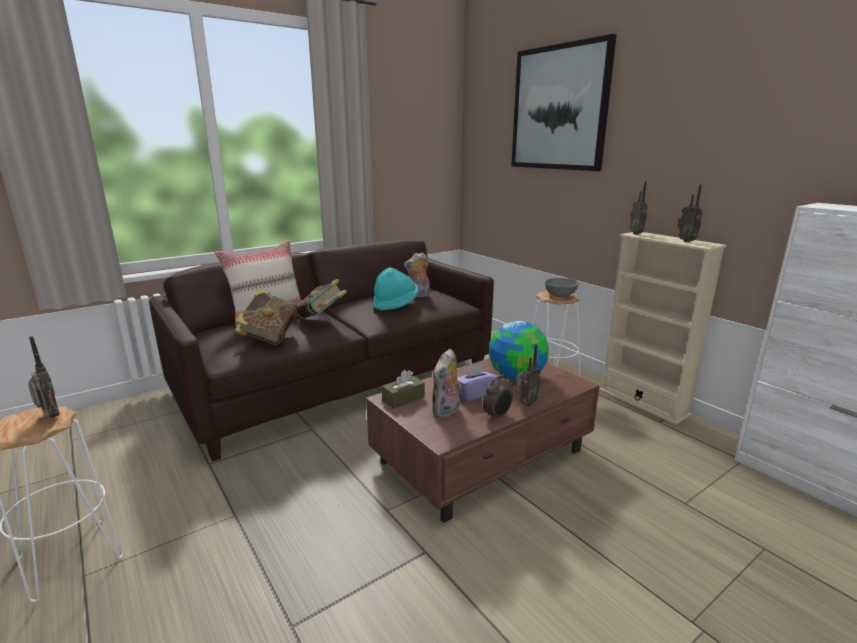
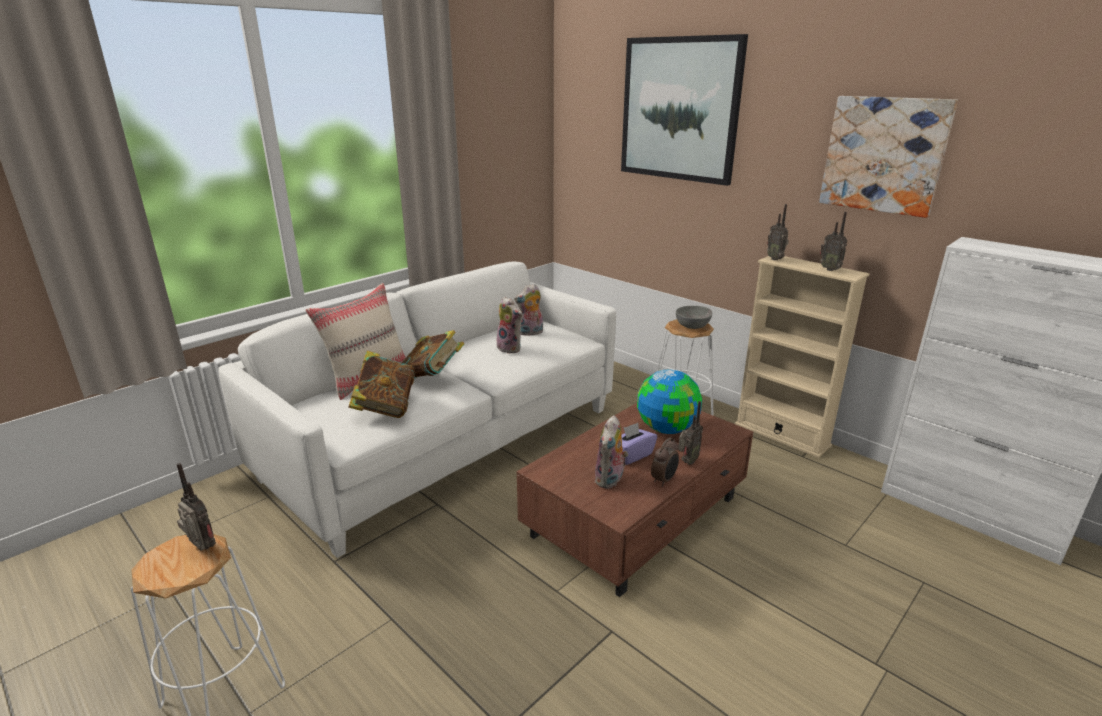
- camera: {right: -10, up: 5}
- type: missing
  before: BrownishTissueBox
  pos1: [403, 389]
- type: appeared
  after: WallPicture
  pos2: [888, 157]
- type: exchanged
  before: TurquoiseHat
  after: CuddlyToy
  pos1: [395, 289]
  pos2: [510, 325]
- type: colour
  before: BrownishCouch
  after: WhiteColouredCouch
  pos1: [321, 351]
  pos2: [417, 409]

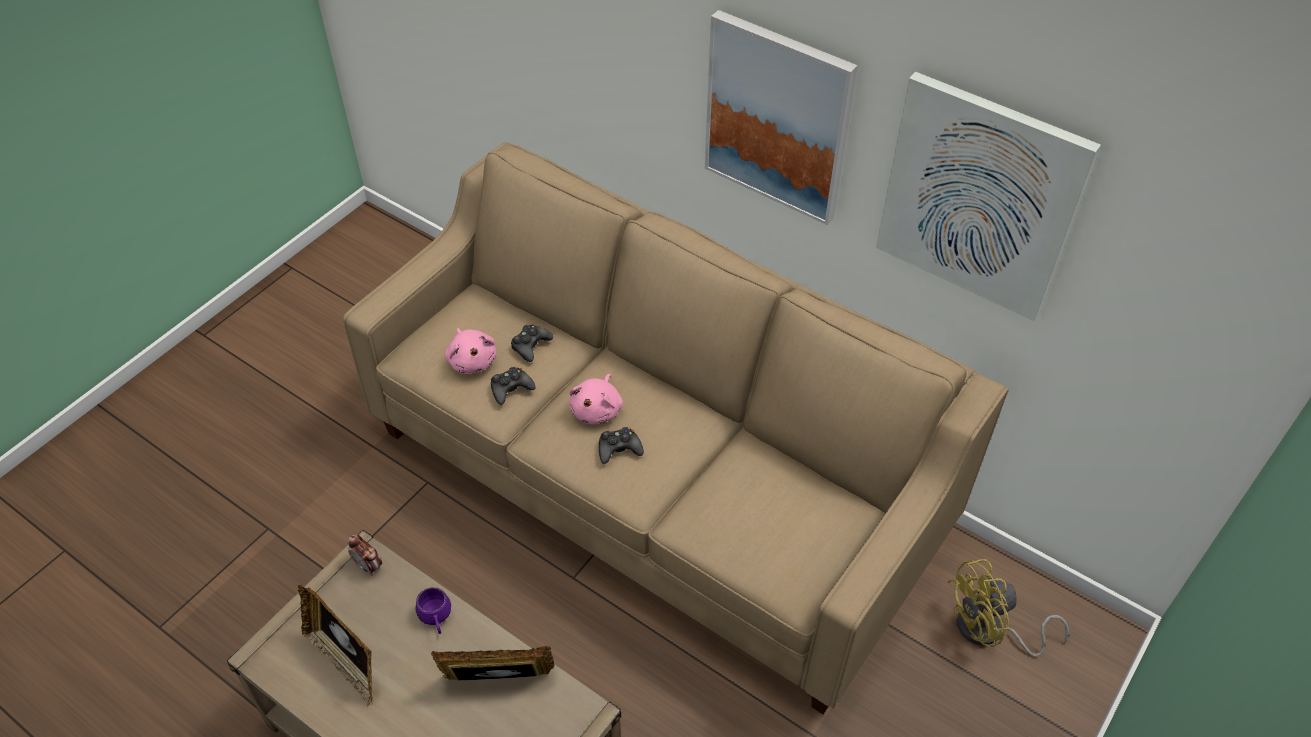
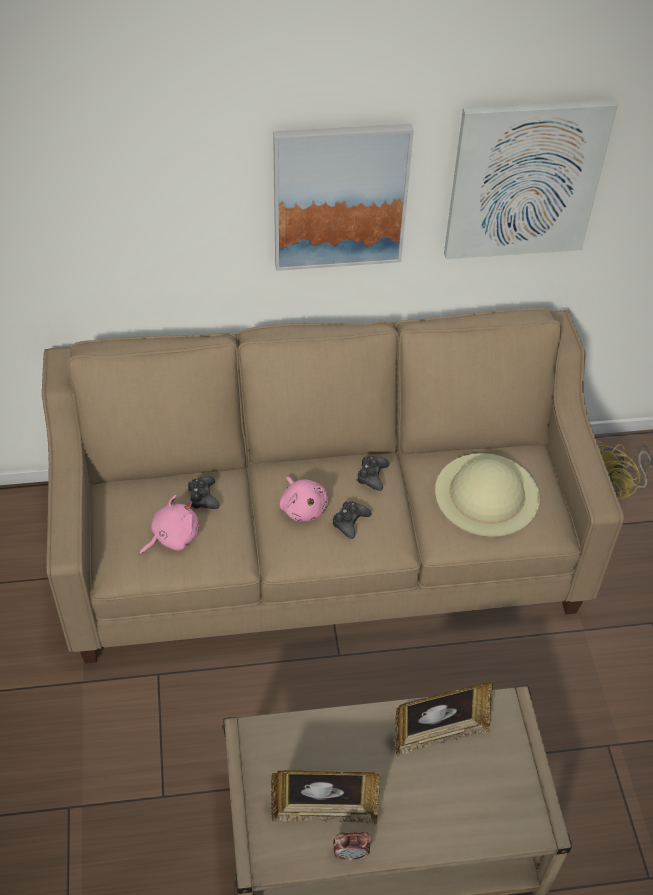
- camera: {right: -45, up: 0}
- type: missing
  before: PurplishCoffeeMug
  pos1: [433, 610]
- type: appeared
  after: SandColouredHat
  pos2: [487, 495]
- type: relocated
  before: AlarmClock
  pos1: [365, 555]
  pos2: [352, 846]
- type: relocated
  before: BlackGameController
  pos1: [513, 386]
  pos2: [373, 473]
- type: spun
  before: PhotoFrame
  pos1: [493, 663]
  pos2: [444, 719]
  turn: -150
- type: spun
  before: PinkColouredCuddlyToy
  pos1: [470, 351]
  pos2: [169, 525]
  turn: -60

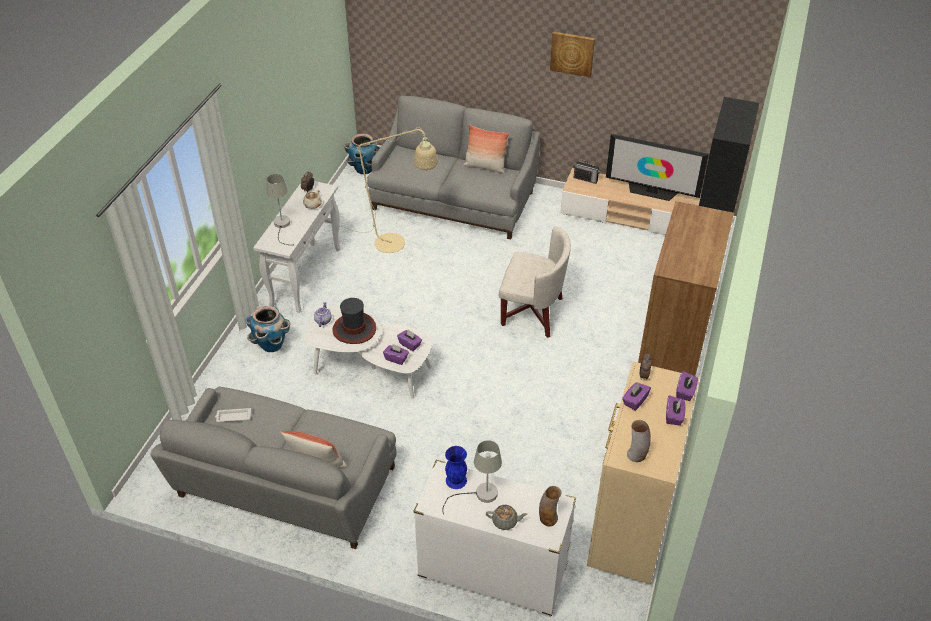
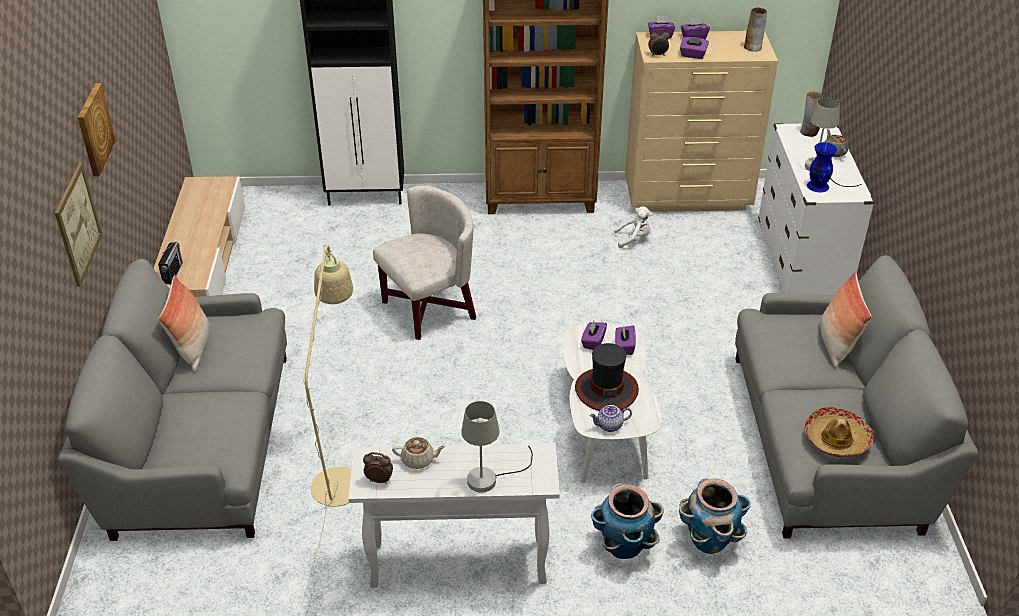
- camera: {right: -110, up: -5}
- type: missing
  before: Tv
  pos1: [657, 167]
- type: appeared
  after: WallPicture
  pos2: [78, 225]
- type: appeared
  after: WhiteColouredCuddlyToy
  pos2: [633, 227]
- type: relocated
  before: Planter
  pos1: [362, 153]
  pos2: [715, 516]
- type: exchanged
  before: WhiteColouredTray
  after: Hat
  pos1: [233, 415]
  pos2: [839, 432]
- type: spun
  before: WhiteColouredArmchair
  pos1: [535, 282]
  pos2: [424, 262]
  turn: 60

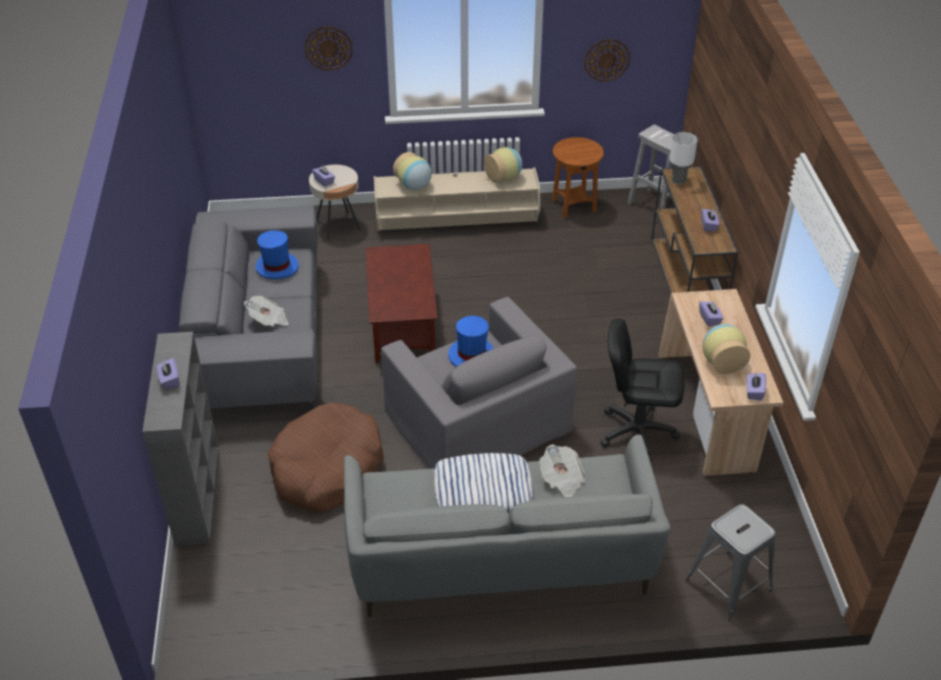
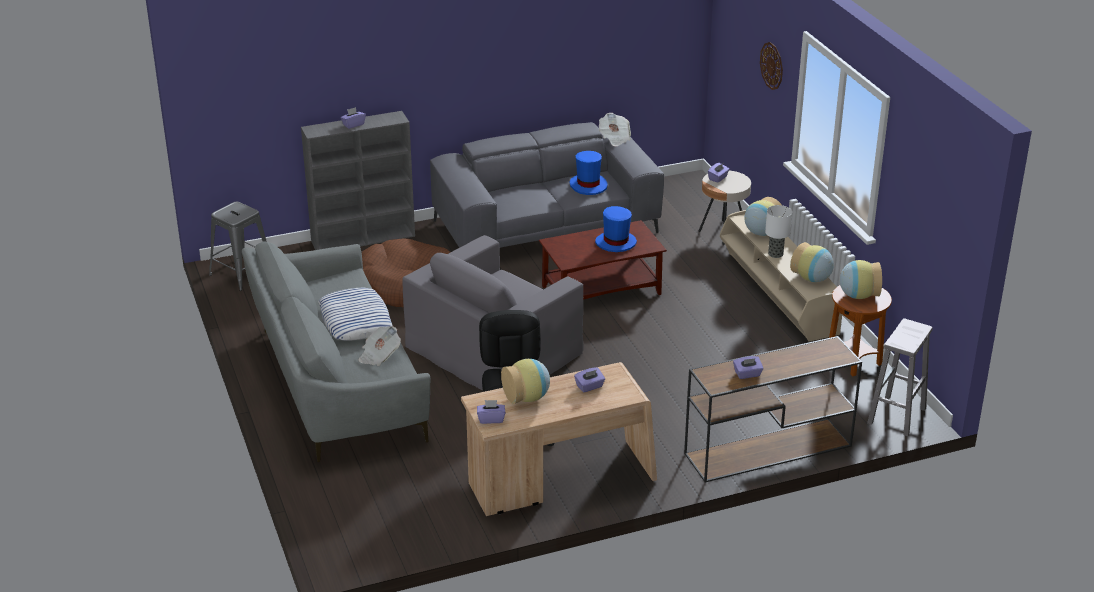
- camera: {right: 75, up: -10}
- type: missing
  before: HangingClock
  pos1: [607, 60]
- type: appeared
  after: FlowerVase
  pos2: [861, 279]
- type: relocated
  before: PrintedPaper
  pos1: [266, 311]
  pos2: [615, 129]
- type: relocated
  before: BlueHat
  pos1: [471, 341]
  pos2: [616, 229]
- type: relocated
  before: LampForATable
  pos1: [683, 158]
  pos2: [778, 231]
- type: relocated
  before: GreyishStool
  pos1: [730, 563]
  pos2: [238, 246]

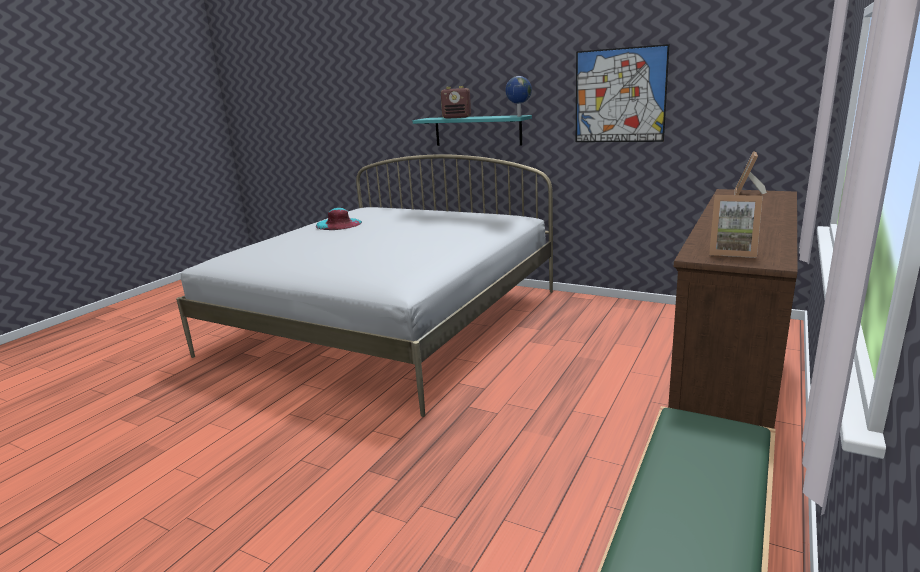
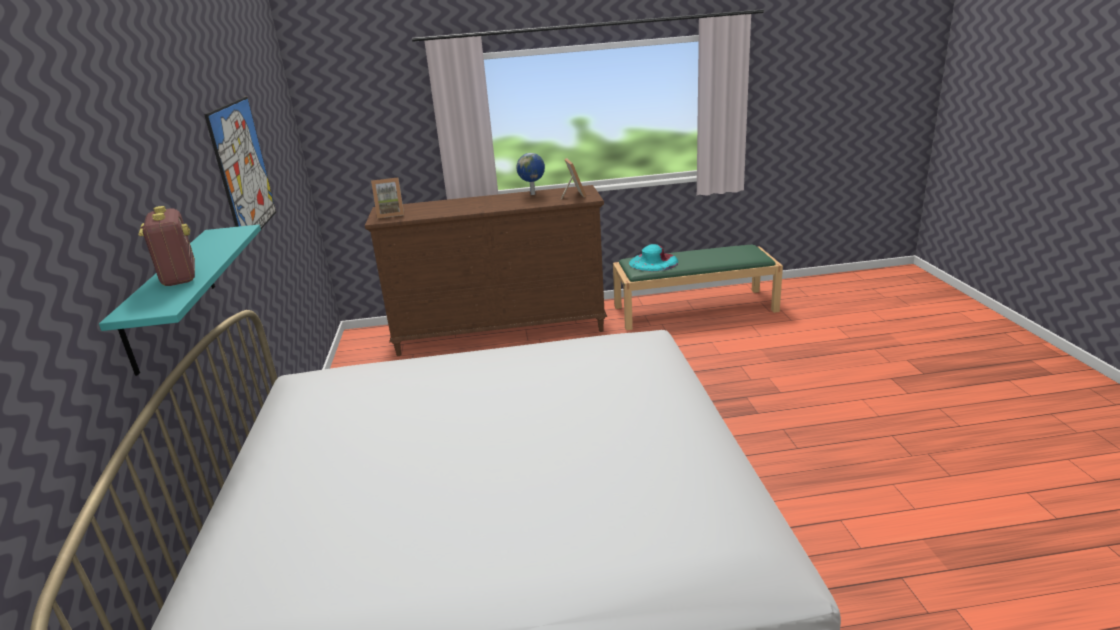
- camera: {right: -125, up: 5}
- type: relocated
  before: TurquoiseHat
  pos1: [339, 219]
  pos2: [653, 258]
- type: relocated
  before: DeskGlobe
  pos1: [518, 96]
  pos2: [530, 174]

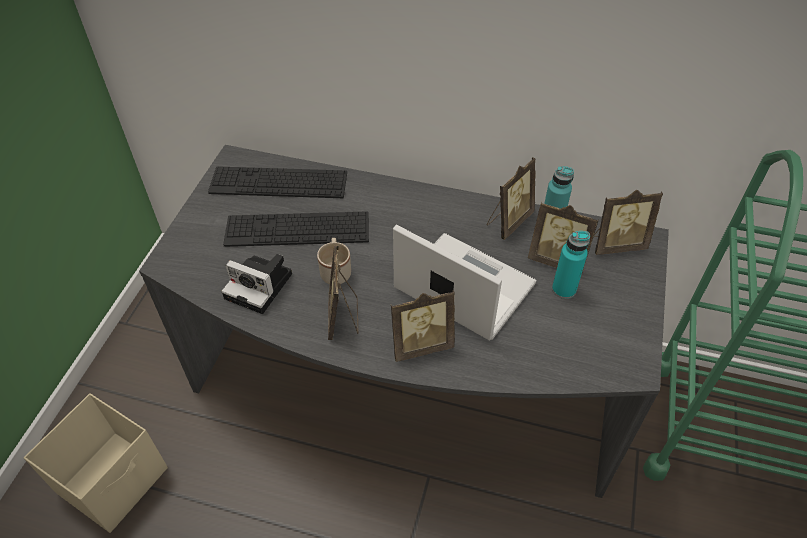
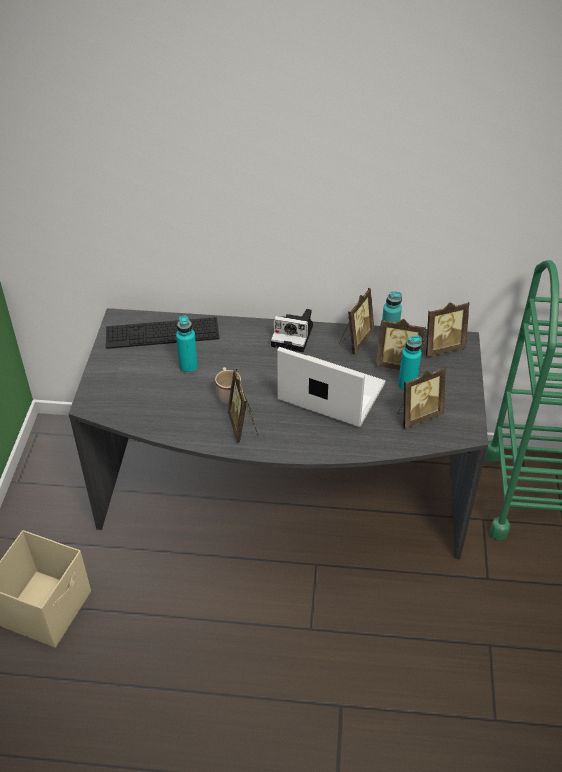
- camera: {right: -10, up: -5}
- type: relocated
  before: PhotoCamera
  pos1: [256, 284]
  pos2: [292, 330]
- type: relocated
  before: PhotoFrame
  pos1: [423, 326]
  pos2: [422, 398]
- type: exchanged
  before: ComputerKeyboard
  after: TurquoiseBeverageBottle
  pos1: [296, 229]
  pos2: [187, 344]

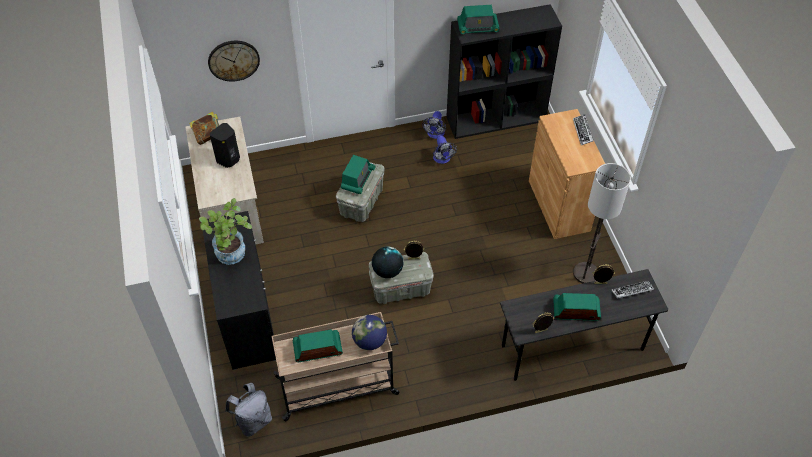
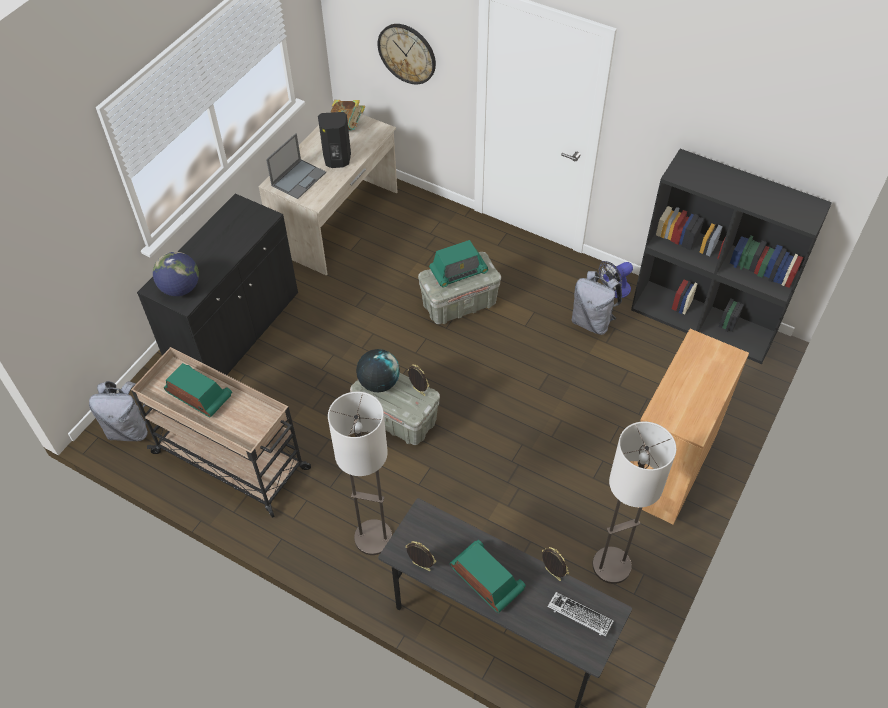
- camera: {right: 45, up: 0}
- type: missing
  before: PottedPlant
  pos1: [225, 231]
- type: missing
  before: RadioSet
  pos1: [478, 19]
- type: missing
  before: ComputerKeyboard
  pos1: [583, 129]
- type: appeared
  after: NotebookComputer
  pos2: [296, 166]
- type: appeared
  after: StandingLamp
  pos2: [360, 473]
- type: relocated
  before: DeskGlobe
  pos1: [369, 332]
  pos2: [176, 274]
- type: exchanged
  before: ElectricFan
  after: GreyishBackpack
  pos1: [445, 150]
  pos2: [597, 303]

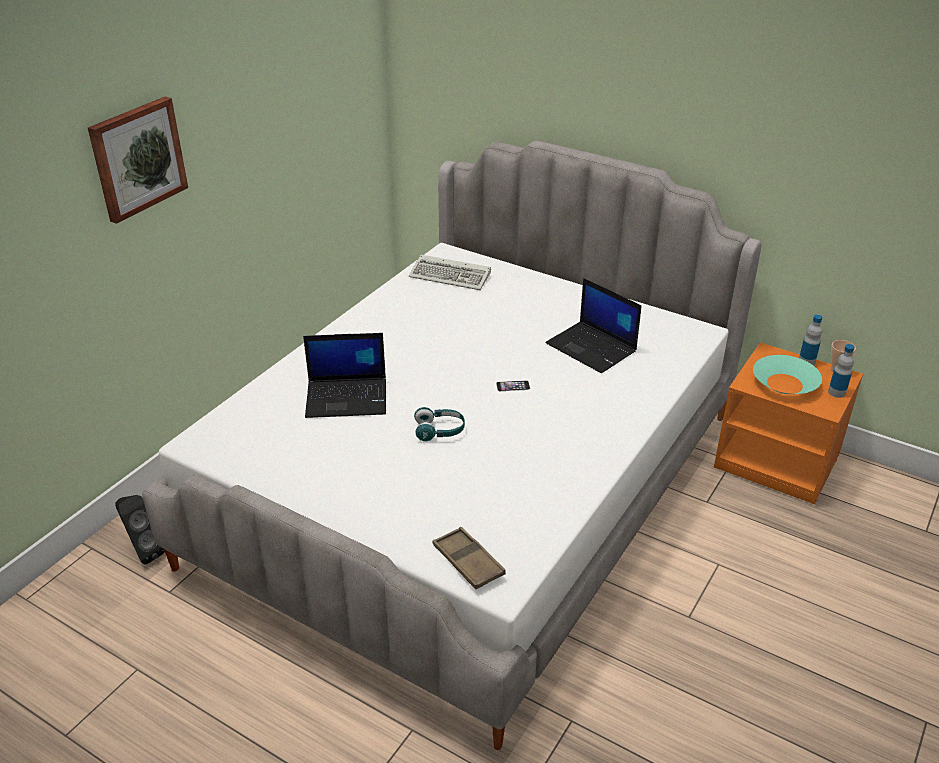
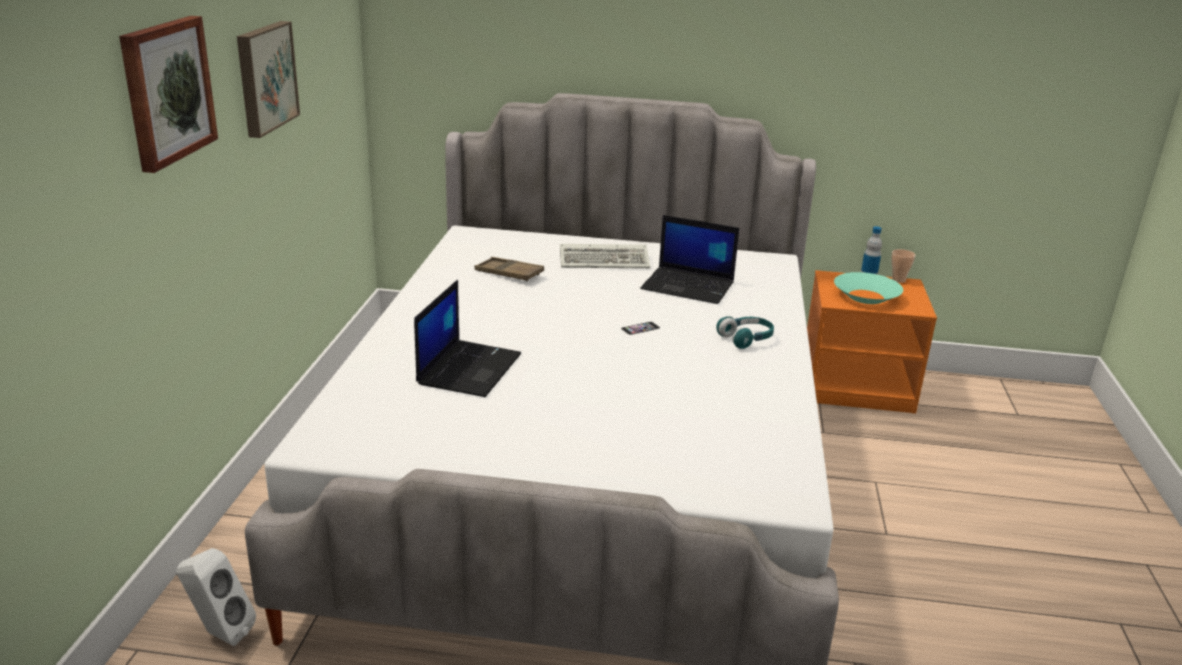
- camera: {right: -25, up: -10}
- type: missing
  before: BeverageBottle
  pos1: [841, 371]
- type: appeared
  after: WallPicture
  pos2: [268, 79]
- type: relocated
  before: ComputerKeyboard
  pos1: [450, 272]
  pos2: [605, 256]
- type: relocated
  before: TurquoiseHeadset
  pos1: [439, 424]
  pos2: [745, 332]
- type: relocated
  before: BrownishTray
  pos1: [469, 558]
  pos2: [509, 269]
- type: colour
  before: BlackLoudspeaker
  after: WhiteColouredLoudspeaker
  pos1: [140, 529]
  pos2: [216, 597]
- type: spun
  before: NotebookComputer
  pos1: [344, 375]
  pos2: [467, 338]
  turn: -45

